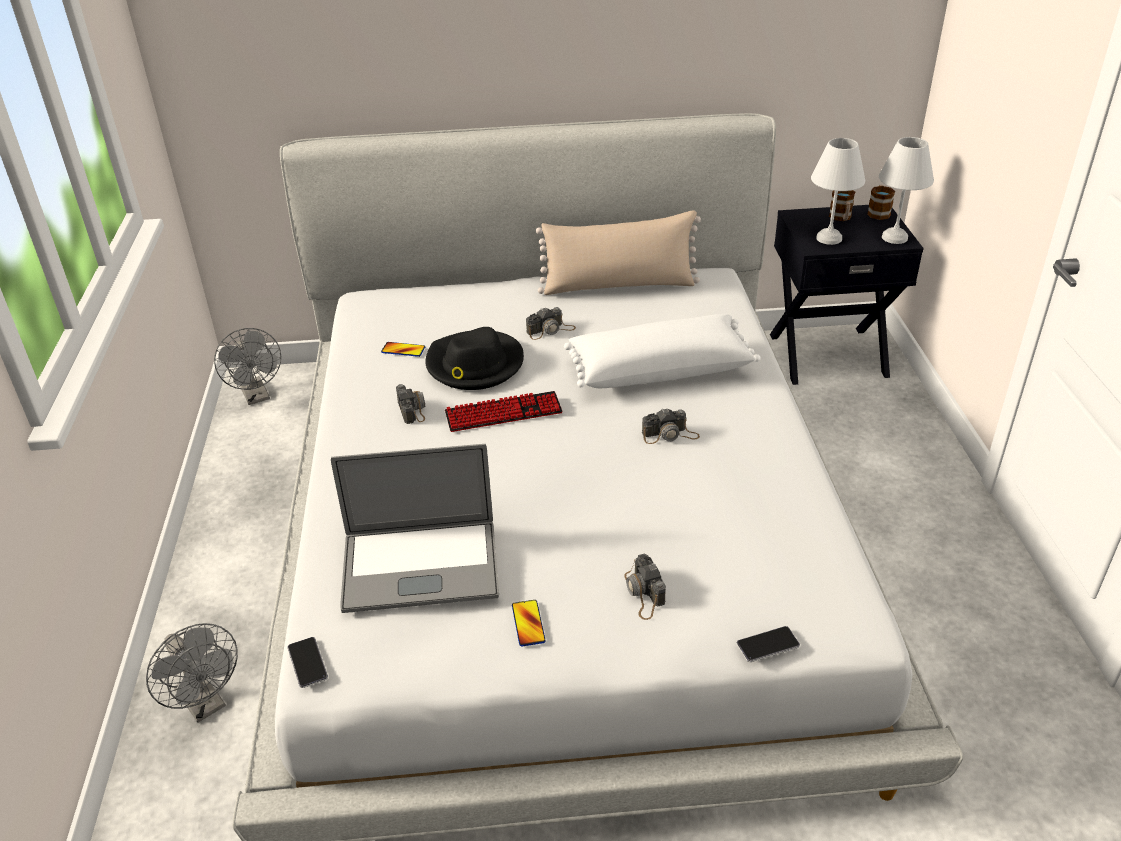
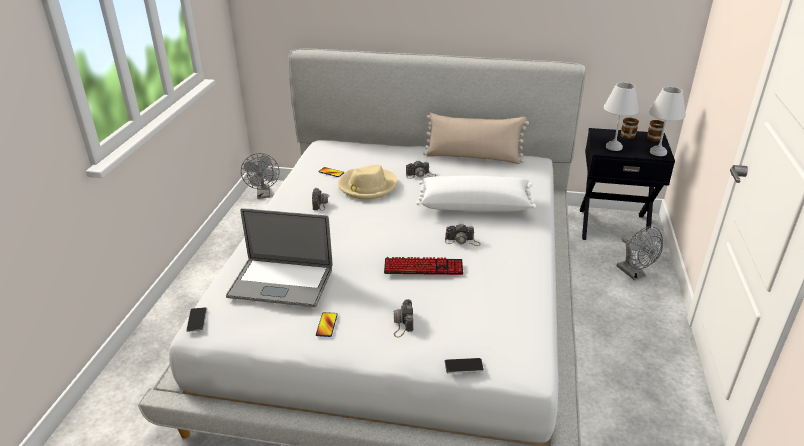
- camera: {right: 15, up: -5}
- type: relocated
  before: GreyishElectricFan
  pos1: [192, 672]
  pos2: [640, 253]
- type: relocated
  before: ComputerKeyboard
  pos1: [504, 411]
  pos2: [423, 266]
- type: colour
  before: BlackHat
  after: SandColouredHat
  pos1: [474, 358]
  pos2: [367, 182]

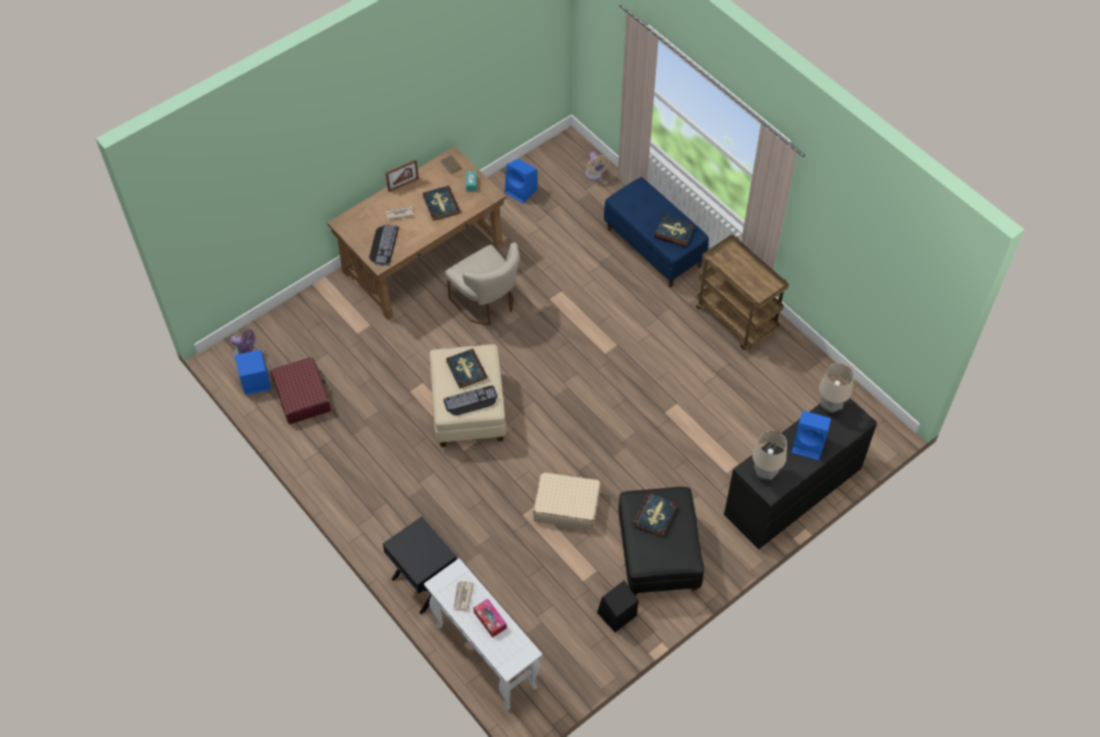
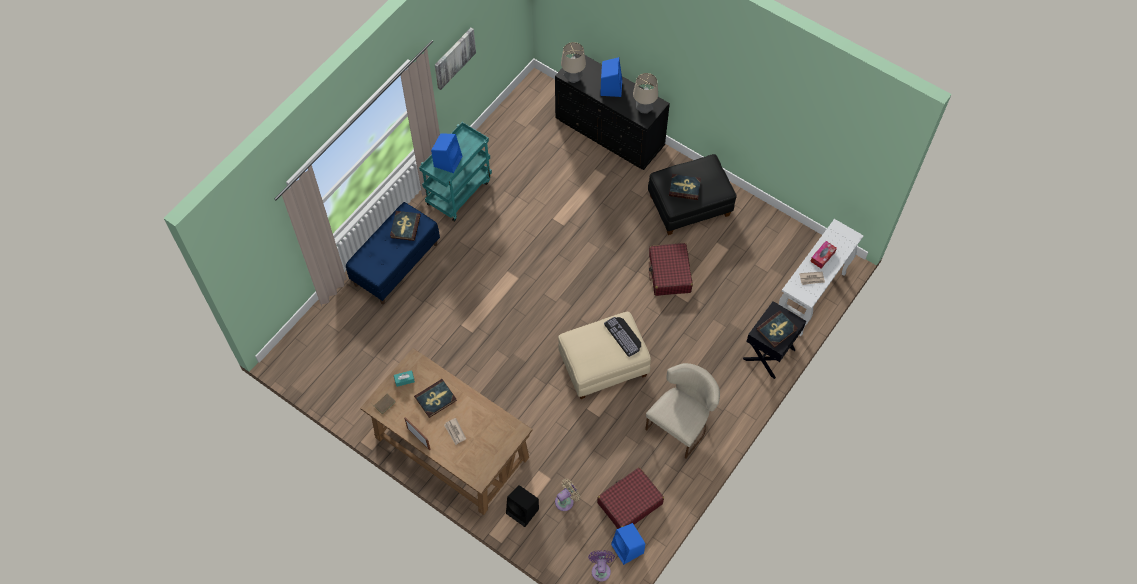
- camera: {right: -105, up: 5}
- type: missing
  before: ComputerKeyboard
  pos1: [384, 245]
- type: appeared
  after: WallPicture
  pos2: [455, 59]
- type: relocated
  before: SandColouredChair
  pos1: [482, 283]
  pos2: [682, 411]
- type: relocated
  before: BoundBook
  pos1: [467, 368]
  pos2: [777, 329]
- type: relocated
  before: BlueLoudspeaker
  pos1: [521, 181]
  pos2: [447, 153]
- type: relocated
  before: SandColouredElectricFan
  pos1: [597, 166]
  pos2: [567, 495]
- type: relocated
  before: BlackLoudspeaker
  pos1: [617, 607]
  pos2: [522, 506]
- type: colour
  before: SandColouredPieceOfLuggage
  after: RedPieceOfLuggage
  pos1: [567, 501]
  pos2: [671, 269]
- type: colour
  before: BrownishTrolley
  after: TurquoiseTrolley
  pos1: [742, 292]
  pos2: [455, 172]

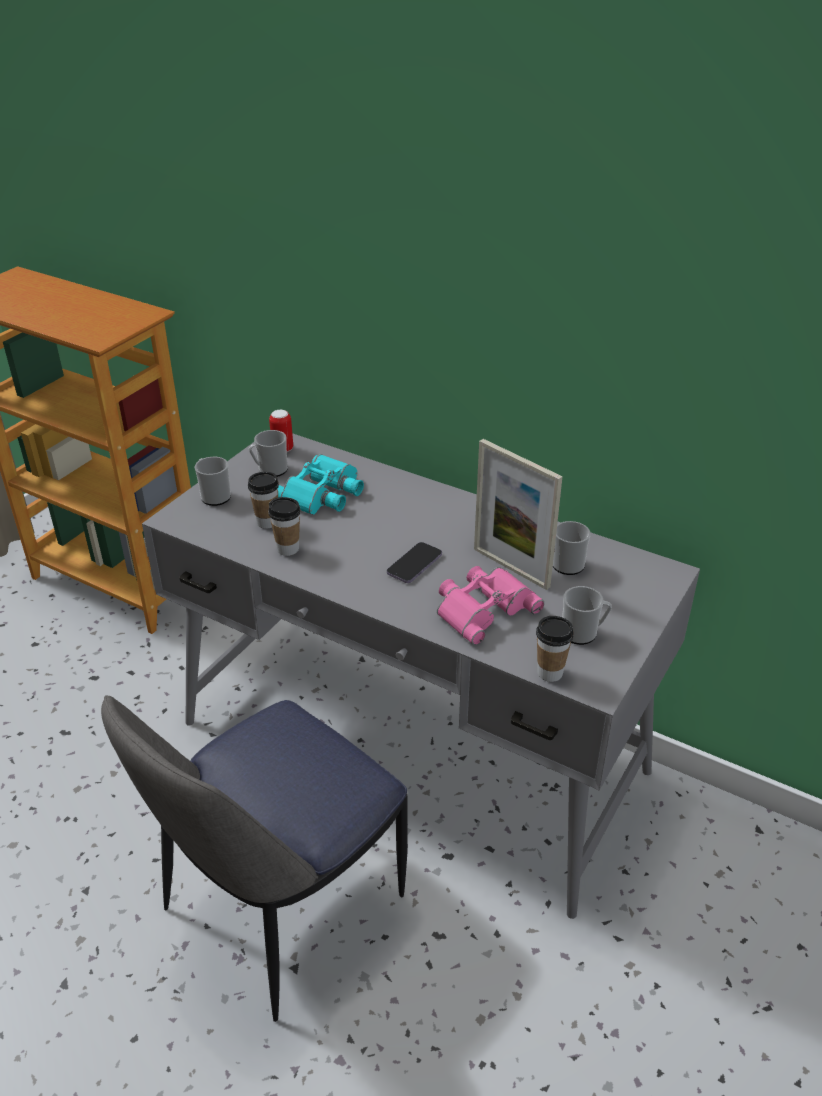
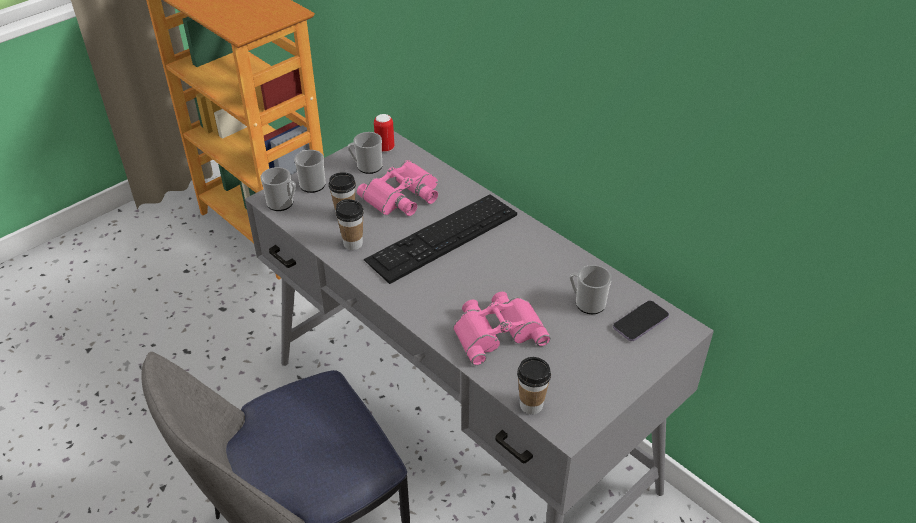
- camera: {right: 15, up: 5}
- type: missing
  before: PhotoFrame
  pos1: [518, 514]
- type: appeared
  after: ComputerKeyboard
  pos2: [440, 239]
- type: relocated
  before: Phone
  pos1: [414, 562]
  pos2: [641, 321]
- type: relocated
  before: CoffeeMug
  pos1: [587, 615]
  pos2: [278, 189]
- type: colour
  before: TurquoisePairOfBinoculars
  after: PinkColouredPairOfBinoculars
  pos1: [321, 484]
  pos2: [397, 188]

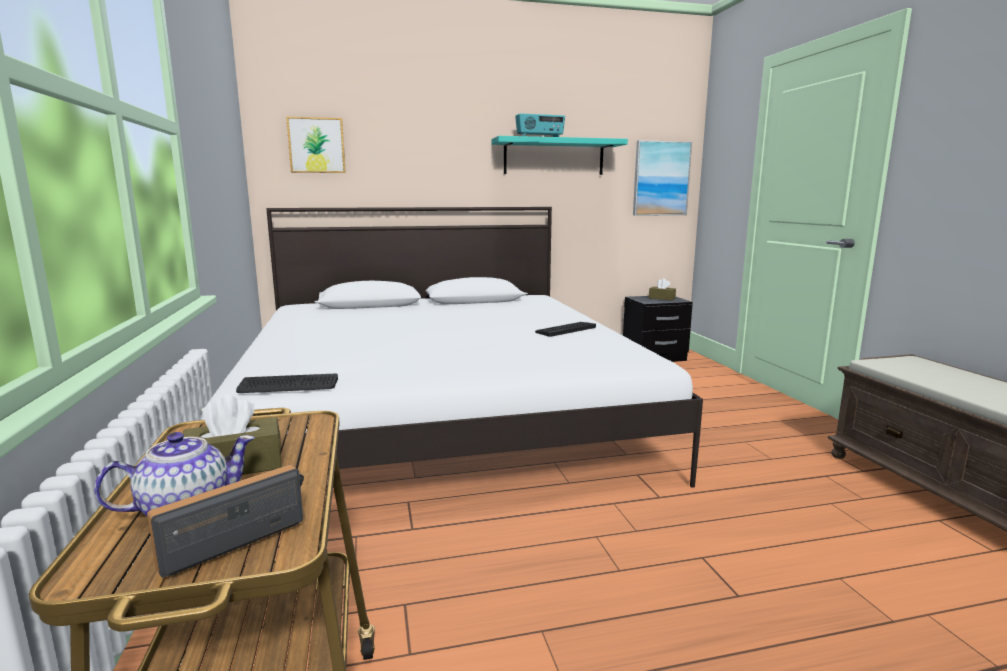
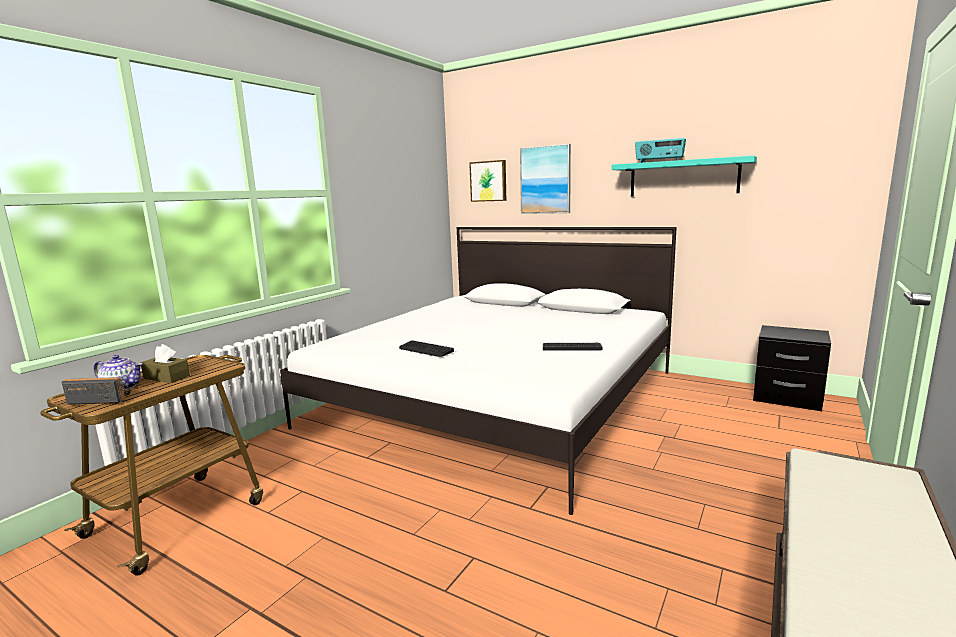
- camera: {right: 45, up: 0}
- type: missing
  before: BrownishTissueBox
  pos1: [662, 289]
- type: relocated
  before: ComputerKeyboard
  pos1: [287, 383]
  pos2: [426, 348]
- type: relocated
  before: WallPicture
  pos1: [662, 178]
  pos2: [545, 179]

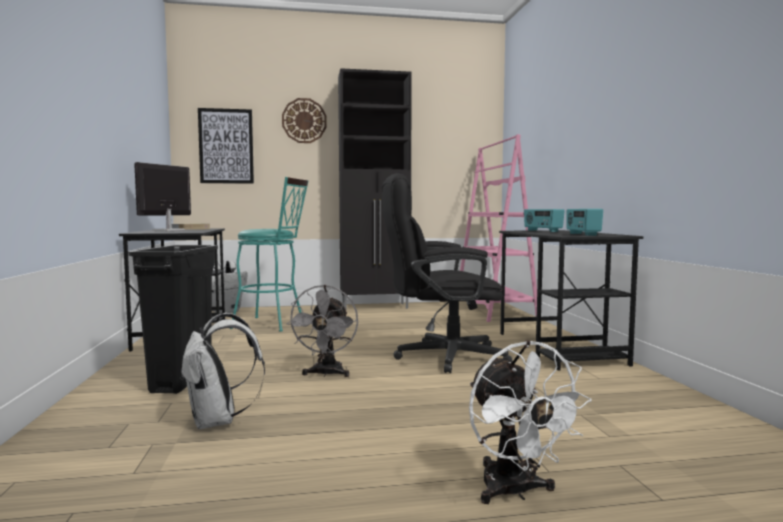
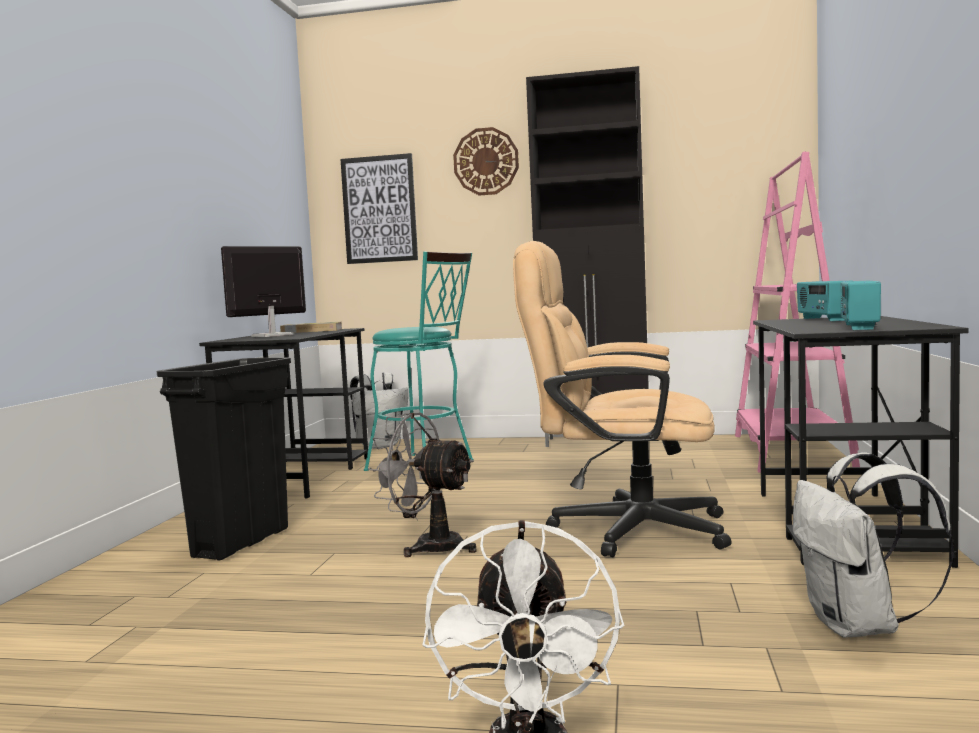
- camera: {right: 20, up: 0}
- type: relocated
  before: WhiteColouredBackpack
  pos1: [222, 371]
  pos2: [873, 545]
- type: colour
  before: BlackComputerChair
  after: SandColouredComputerChair
  pos1: [447, 273]
  pos2: [622, 399]
- type: spun
  before: GreyishElectricFan
  pos1: [322, 331]
  pos2: [422, 484]
  turn: 90

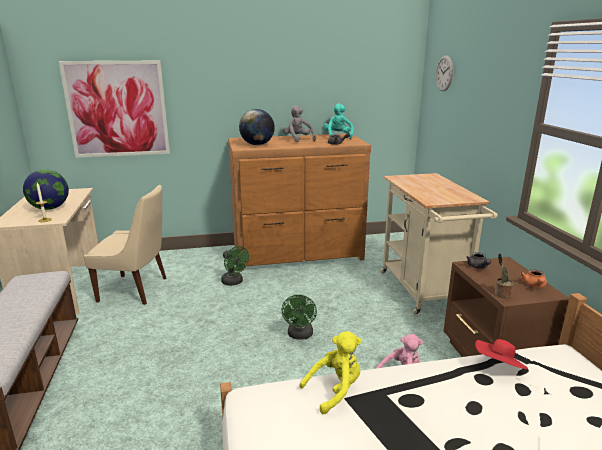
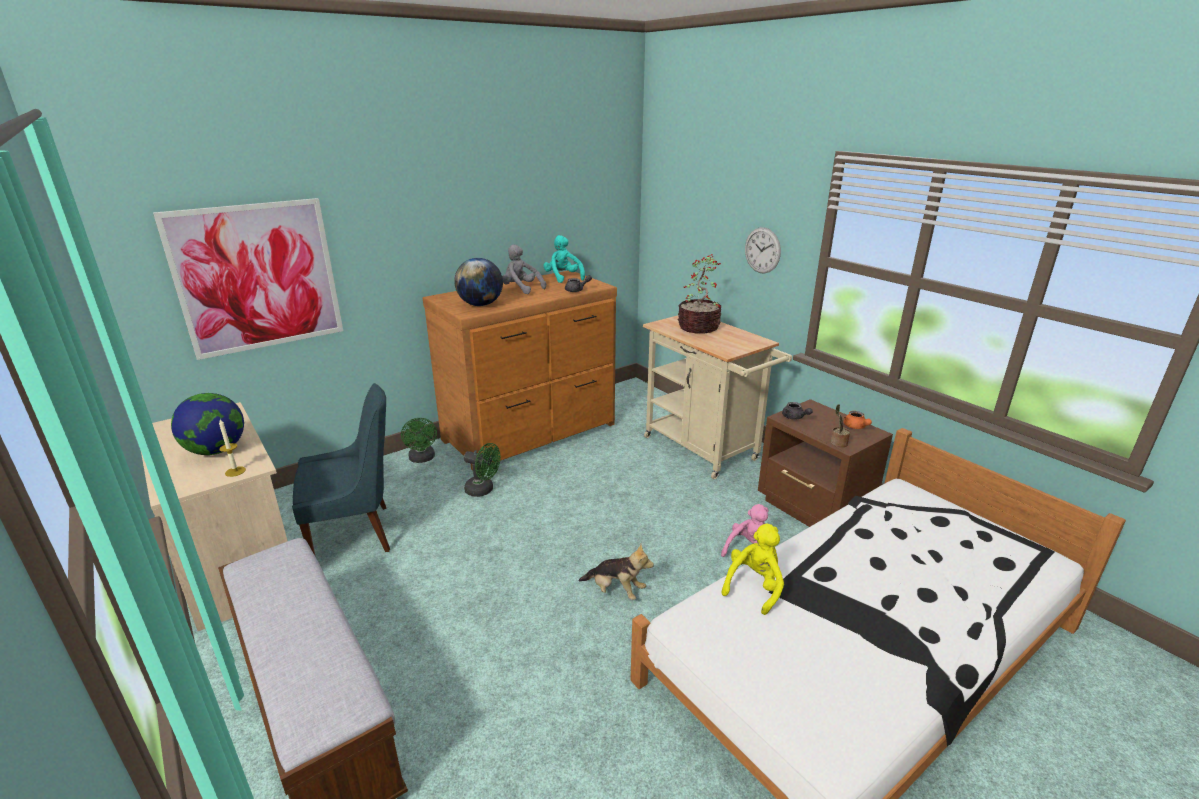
- camera: {right: -25, up: 5}
- type: missing
  before: RedHat
  pos1: [501, 354]
- type: appeared
  after: CuddlyToy
  pos2: [616, 572]
- type: appeared
  after: PottedPlant
  pos2: [699, 294]
- type: relocated
  before: GreenElectricFan
  pos1: [299, 317]
  pos2: [419, 440]
- type: relocated
  before: HangingClock
  pos1: [444, 73]
  pos2: [763, 250]
- type: colour
  before: SandColouredChair
  after: BlueChair
  pos1: [125, 245]
  pos2: [341, 470]

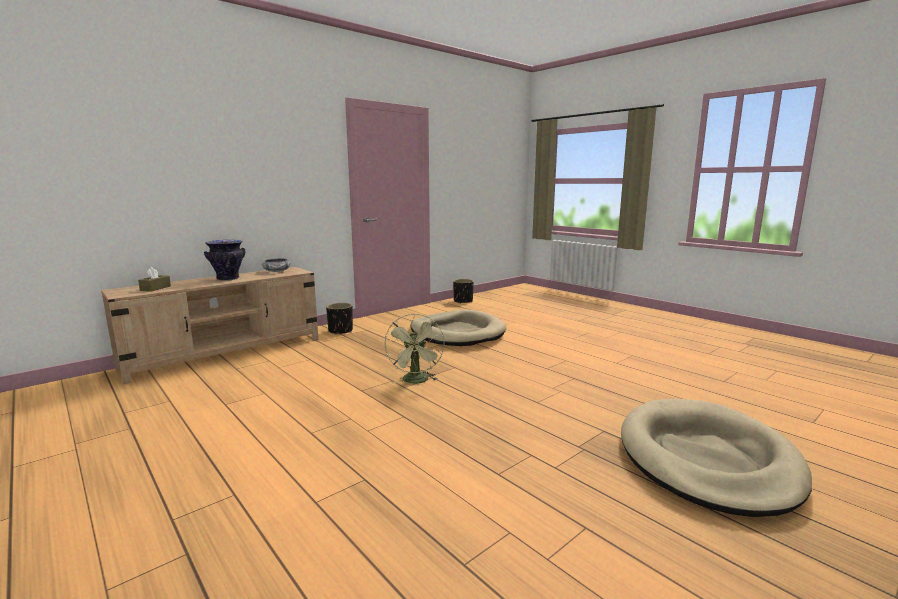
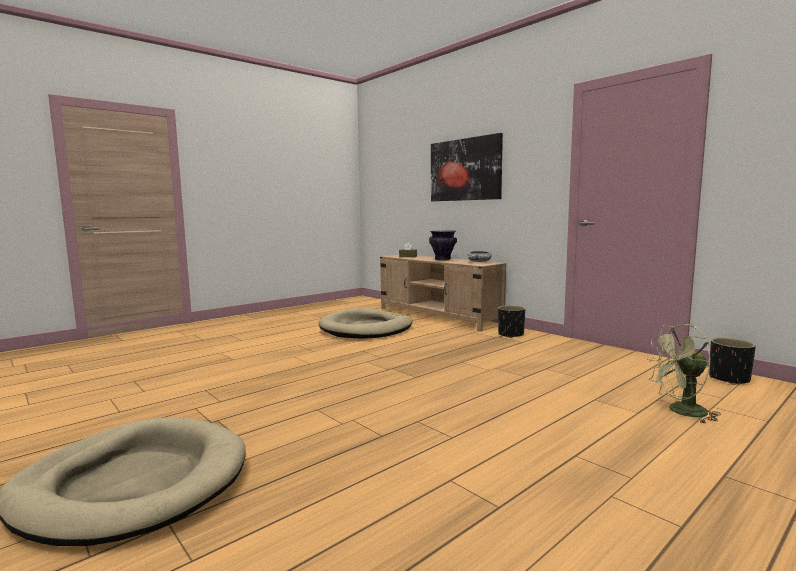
- camera: {right: 90, up: -5}
- type: appeared
  after: WallPicture
  pos2: [467, 167]
- type: relocated
  before: GreenElectricFan
  pos1: [414, 348]
  pos2: [684, 373]
- type: relocated
  before: SandColouredDogCushion
  pos1: [458, 327]
  pos2: [365, 323]

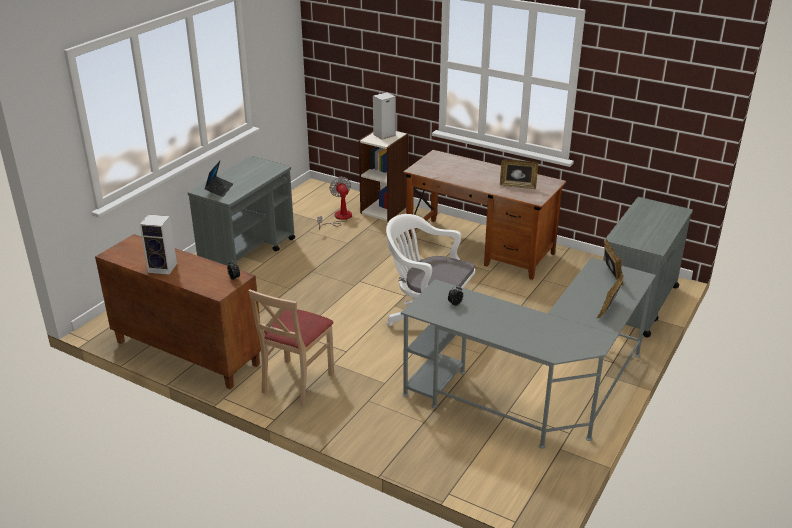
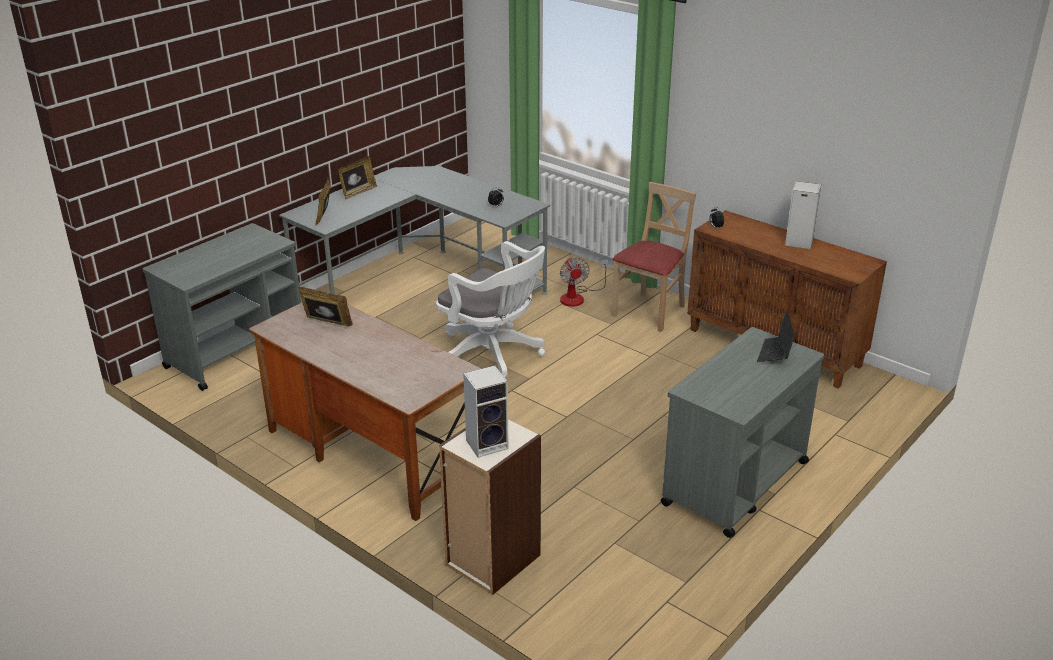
- camera: {right: -170, up: 0}
- type: relocated
  before: ElectricFan
  pos1: [334, 203]
  pos2: [584, 282]

